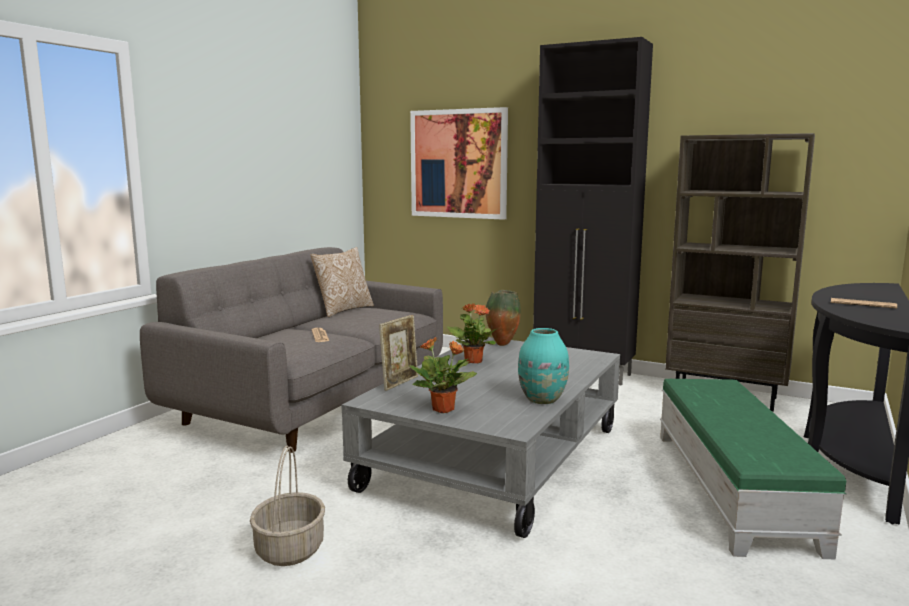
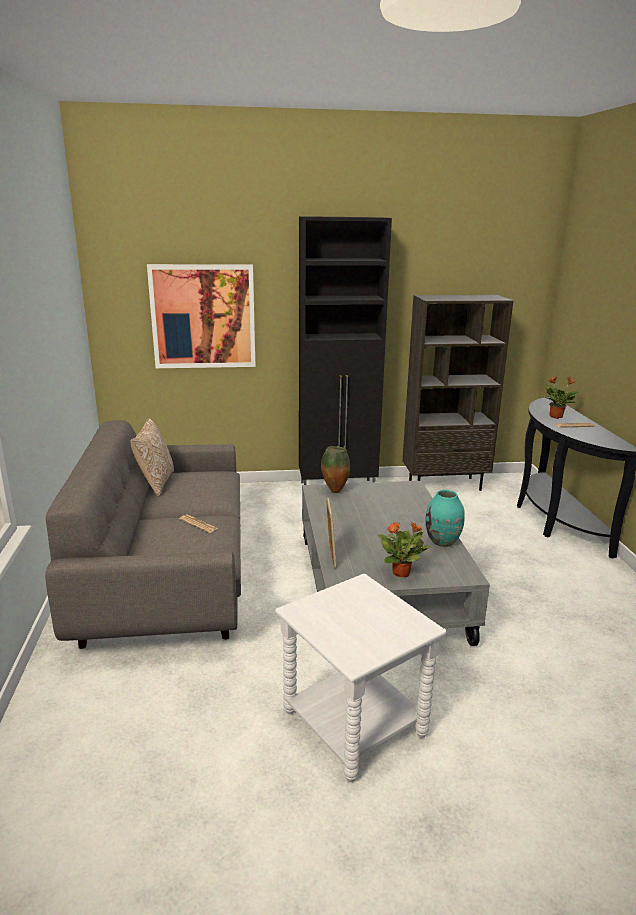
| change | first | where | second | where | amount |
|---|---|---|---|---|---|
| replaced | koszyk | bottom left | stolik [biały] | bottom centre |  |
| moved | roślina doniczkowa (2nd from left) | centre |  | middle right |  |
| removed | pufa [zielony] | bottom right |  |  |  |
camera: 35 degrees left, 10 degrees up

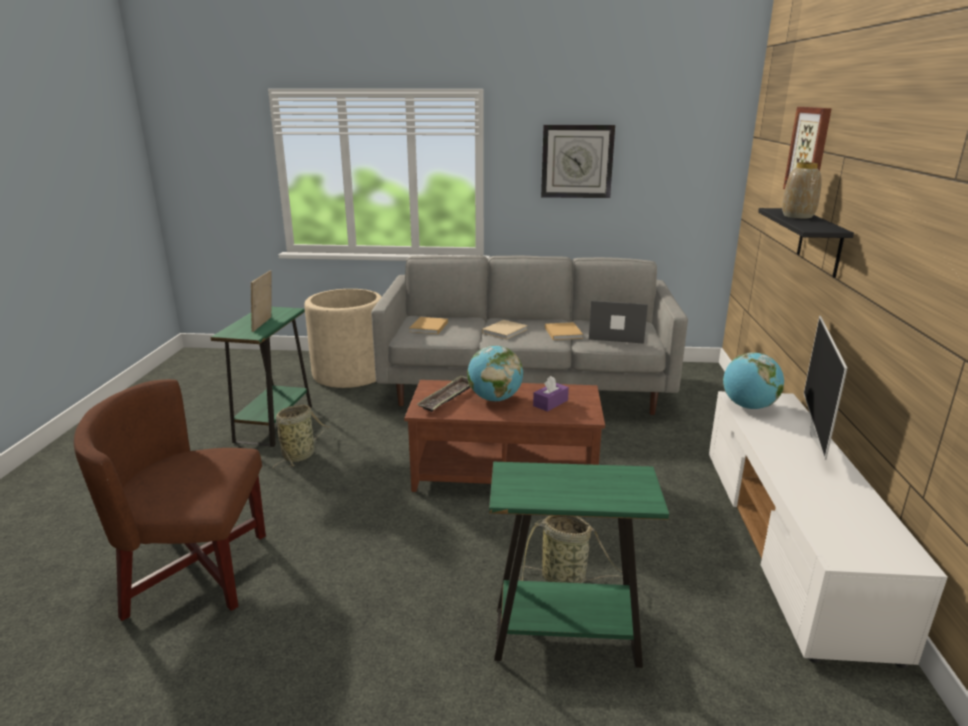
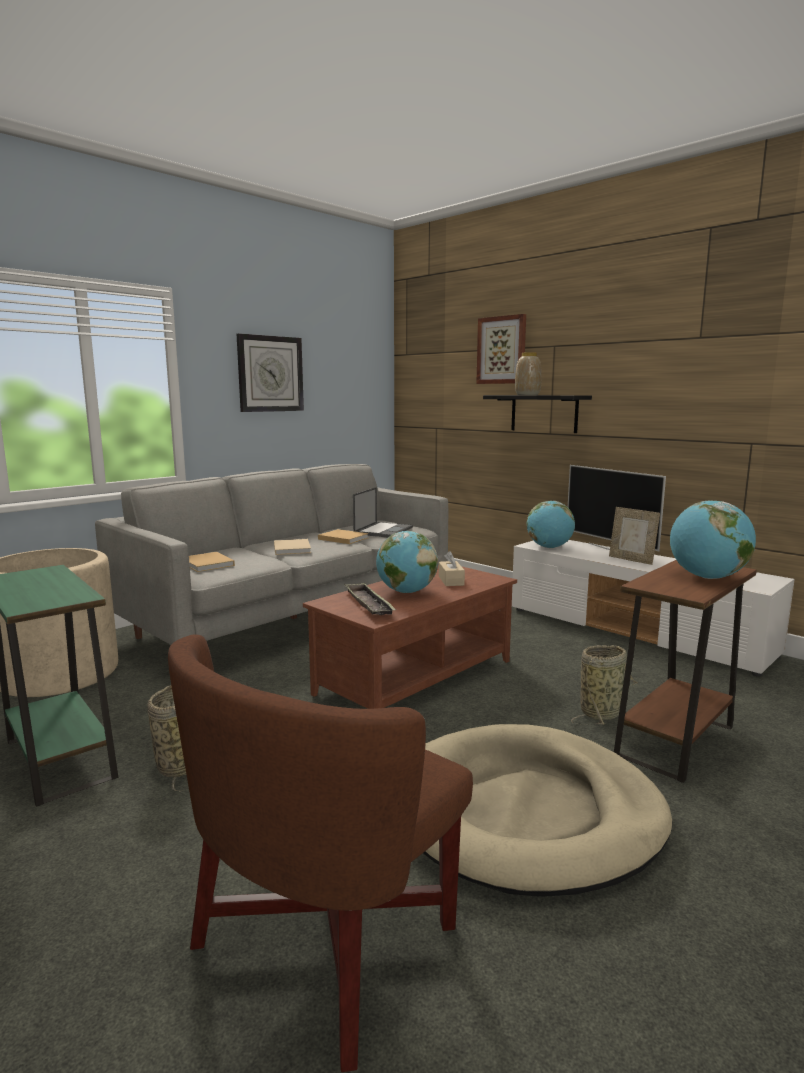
| change | first | where | second | where | amount |
|---|---|---|---|---|---|
| turned | laptop | centre |  | centre | 150 degrees clockwise |
| added |  |  | legowisko [beżowy] | bottom right |  |
| recoloured | pudełko chusteczek [fioletowy] | centre | pudełko chusteczek [beżowy] | centre |  |
| moved | ramka na zdjęcie | middle left |  | middle right |  |
| recoloured | stolik [zielony] (2nd from left) | bottom centre | stolik [brązowy] | middle right |  |
| added |  |  | globus (3rd from left) | middle right |  |
camera: 50 degrees left, 10 degrees down

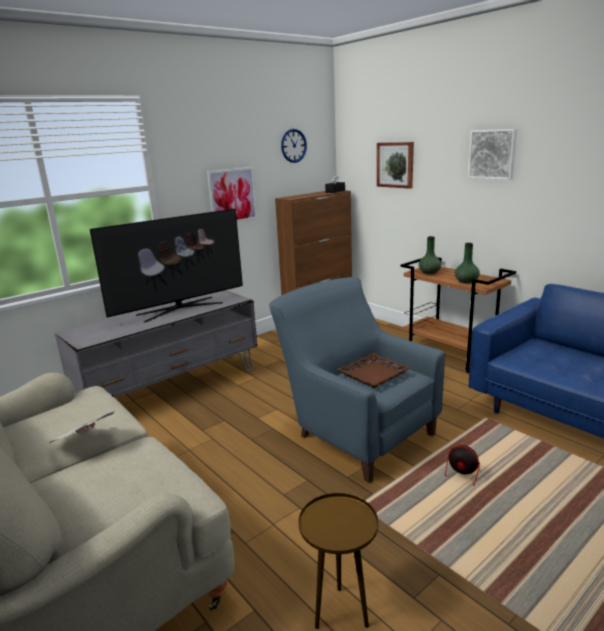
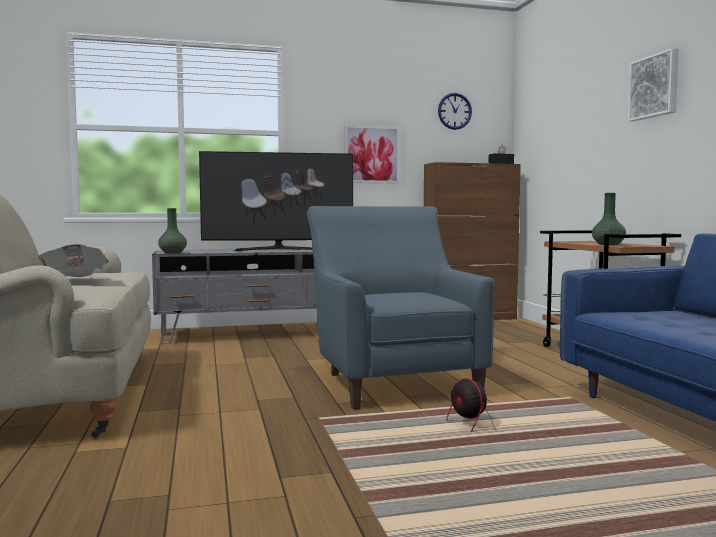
| change | first | where | second | where | amount |
|---|---|---|---|---|---|
| moved | wazon [zielony] (1st from left) | middle right |  | middle left |  |
| removed | stolik [brązowy] | bottom centre |  |  |  |
| removed | taca [brązowy] | centre |  |  |  |
| removed | obraz (2nd from left) | top centre |  |  |  |
camera: 25 degrees right, 15 degrees down

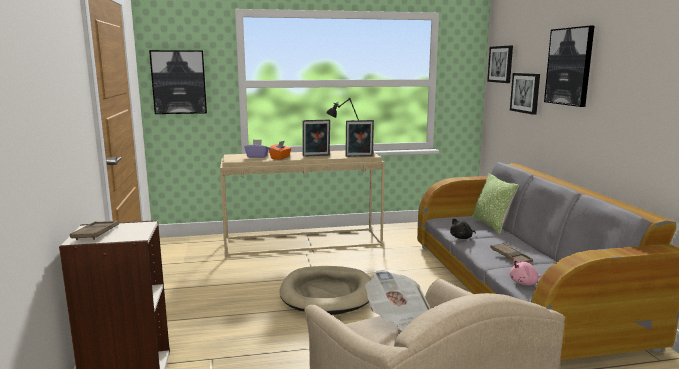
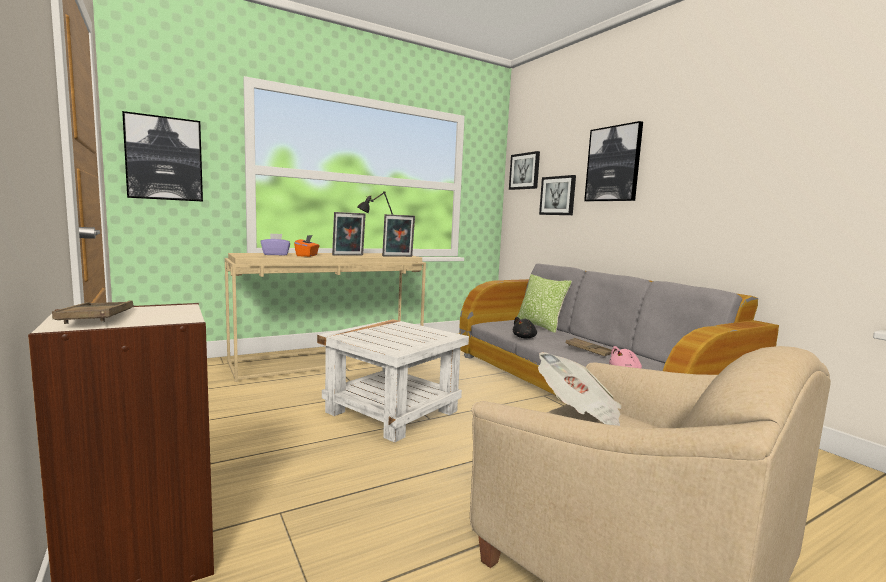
| change | first | where | second | where | amount |
|---|---|---|---|---|---|
| replaced | legowisko [beżowy] | bottom centre | stolik [biały] | centre |  |
camera: 20 degrees left, 5 degrees down

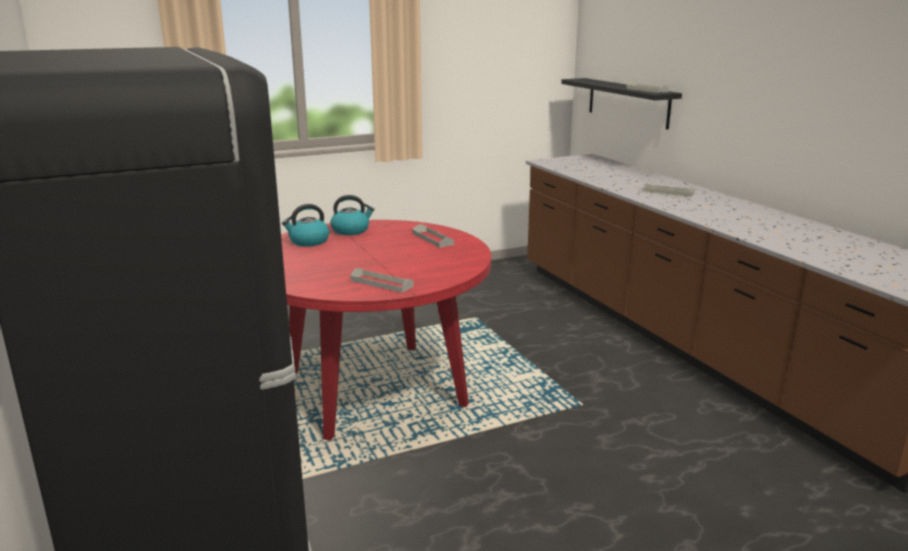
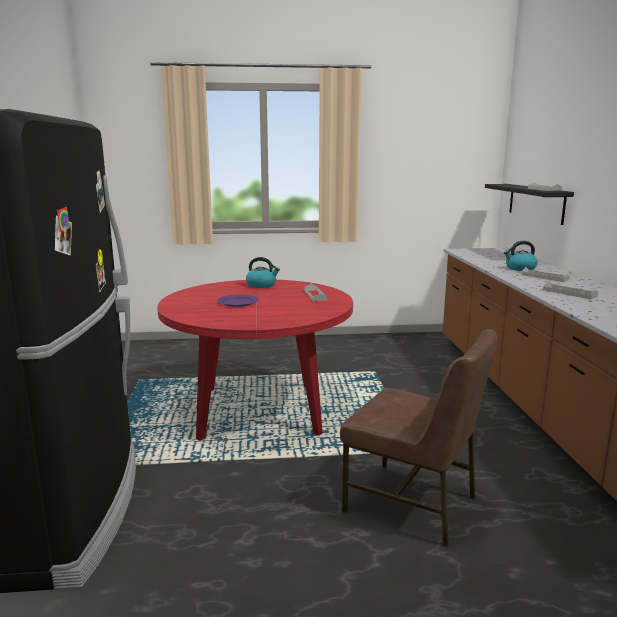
| change | first | where | second | where | amount |
|---|---|---|---|---|---|
| added |  |  | talerz [fioletowy] | centre |  |
| added |  |  | krzesło [brązowy] | bottom right |  |
| moved | czajnik (1st from left in the first image) | centre | czajnik (2nd from left) | middle right |  |
| moved | taca [szary] (1st from left in the first image) | centre | taca [szary] (4th from left) | middle right |  |
camera: 20 degrees right, 5 degrees down

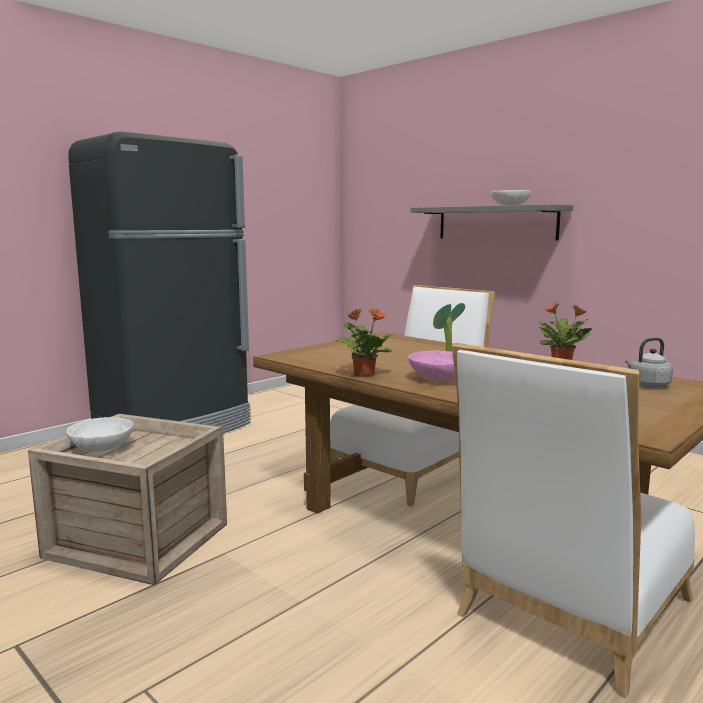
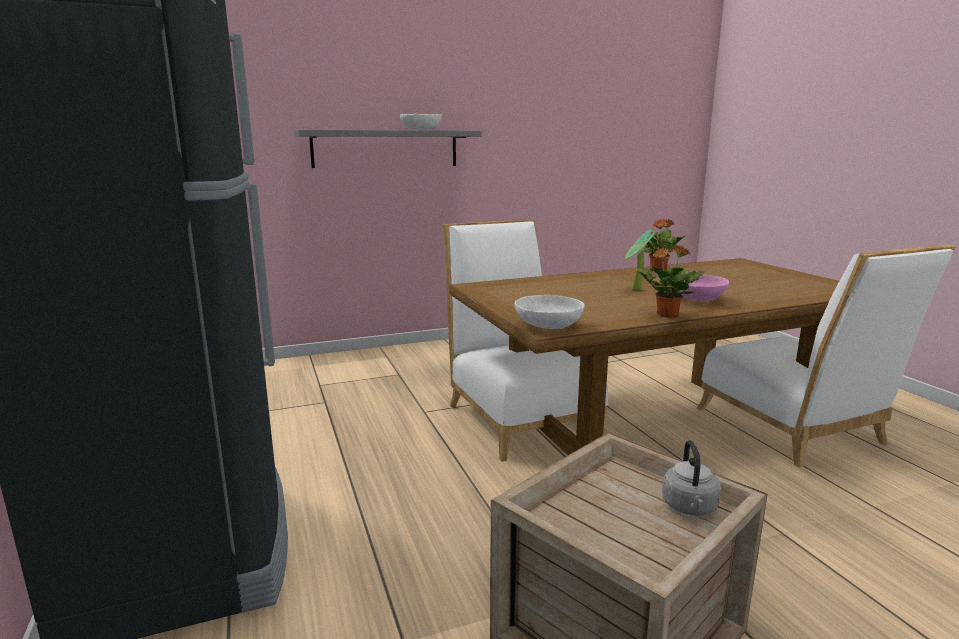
| change | first | where | second | where | amount |
|---|---|---|---|---|---|
| moved | miska [biały] (1st from left in the first image) | middle left | miska [biały] (2nd from left) | centre |  |
| moved | czajnik [szary] | middle right |  | bottom right |  |
camera: 65 degrees left, 5 degrees up

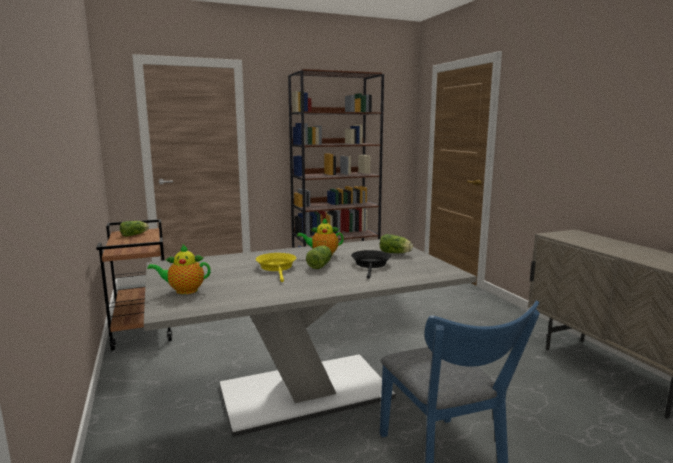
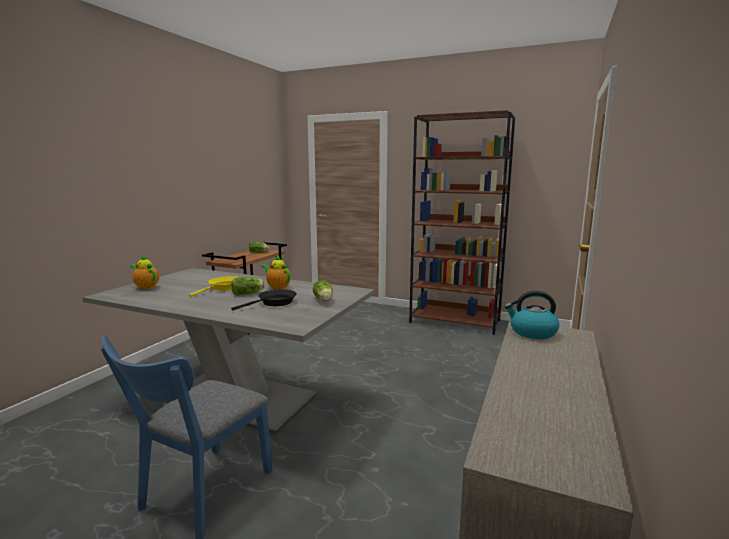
| change | first | where | second | where | amount |
|---|---|---|---|---|---|
| added |  |  | czajnik | middle right |  |
camera: 45 degrees right, 0 degrees up

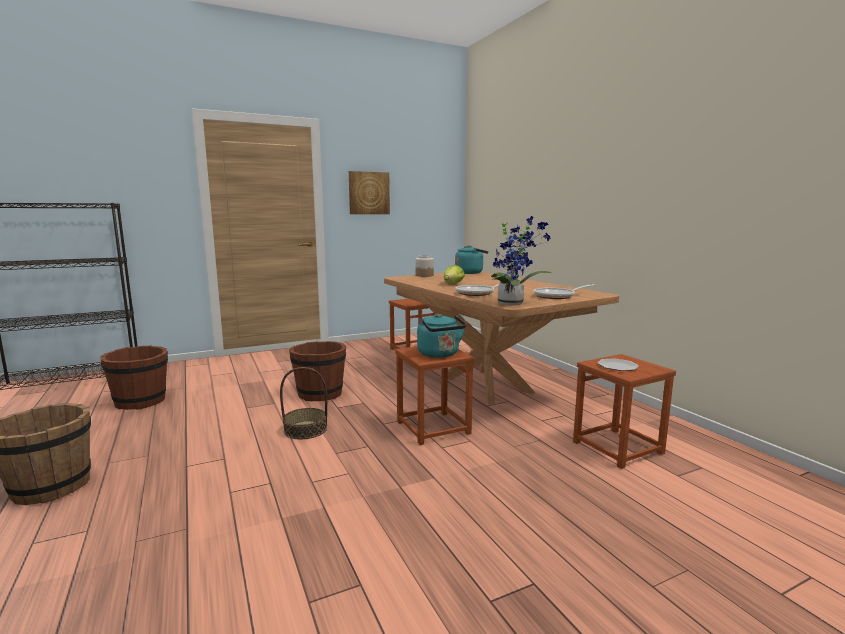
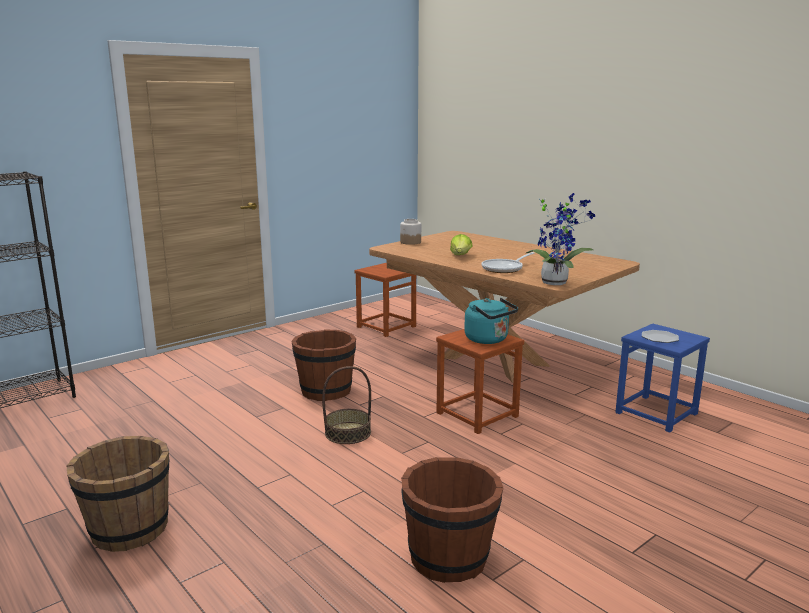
| change | first | where | second | where | amount |
|---|---|---|---|---|---|
| moved | wiadro [brązowy] (2nd from left in the first image) | middle left | wiadro [brązowy] (3rd from left) | bottom centre |  |
| recoloured | stołek [brązowy] (3rd from left) | middle right | stołek [niebieski] | middle right |  |
| removed | obraz | top centre |  |  |  |
| removed | czajnik [turkusowy] (2nd from left) | centre |  |  |  |
| removed | patelnia (2nd from left) | middle right |  |  |  |
camera: 15 degrees left, 5 degrees up

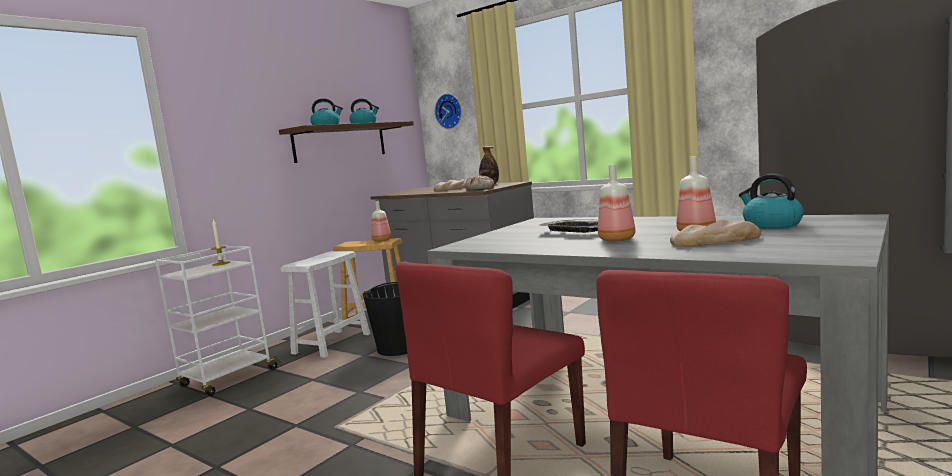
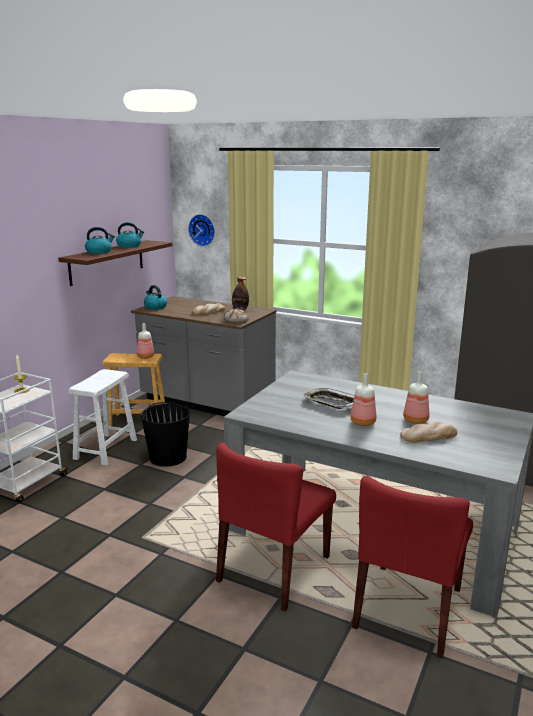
| change | first | where | second | where | amount |
|---|---|---|---|---|---|
| moved | czajnik (3rd from left) | middle right |  | middle left |  |
camera: 10 degrees left, 10 degrees up

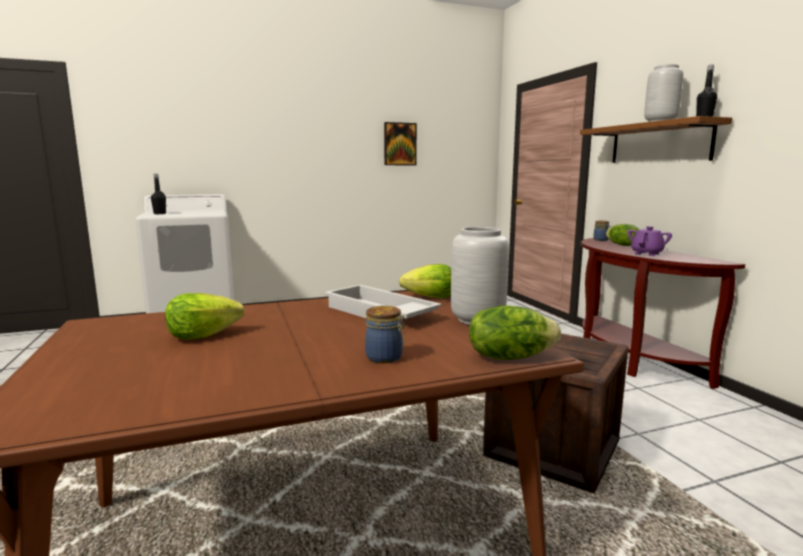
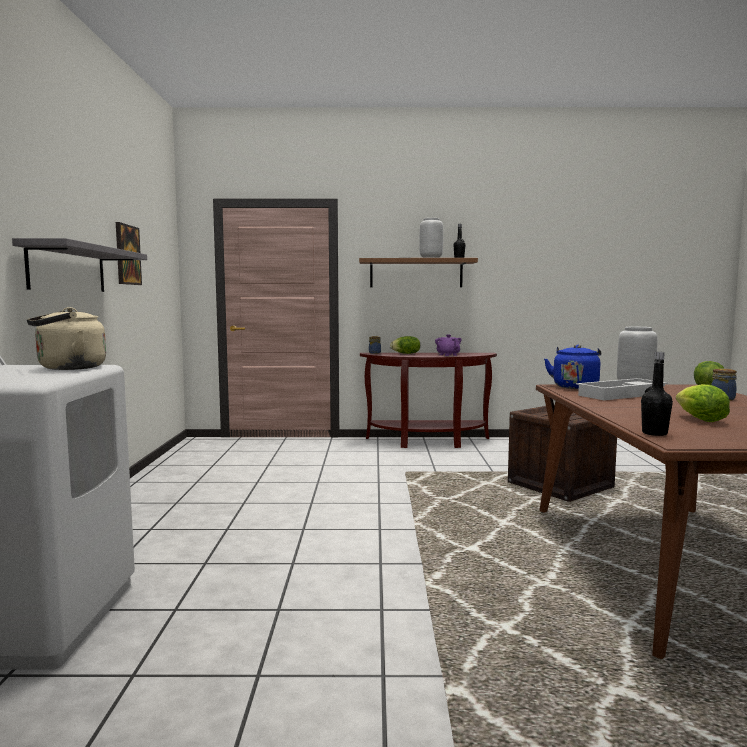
| change | first | where | second | where | amount |
|---|---|---|---|---|---|
| added |  |  | półka [szary] | middle left |  |
| added |  |  | czajnik [beżowy] | middle left |  |
| replaced | sałata (2nd from left) | centre | czajnik [niebieski] | middle right |  |
| moved | butelka [czarny] (1st from left in the first image) | middle left | butelka [czarny] (2nd from left) | middle right |  |
camera: 70 degrees left, 5 degrees down

